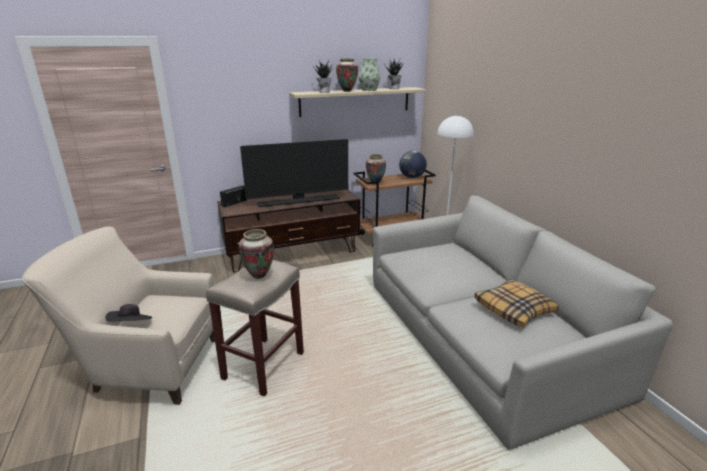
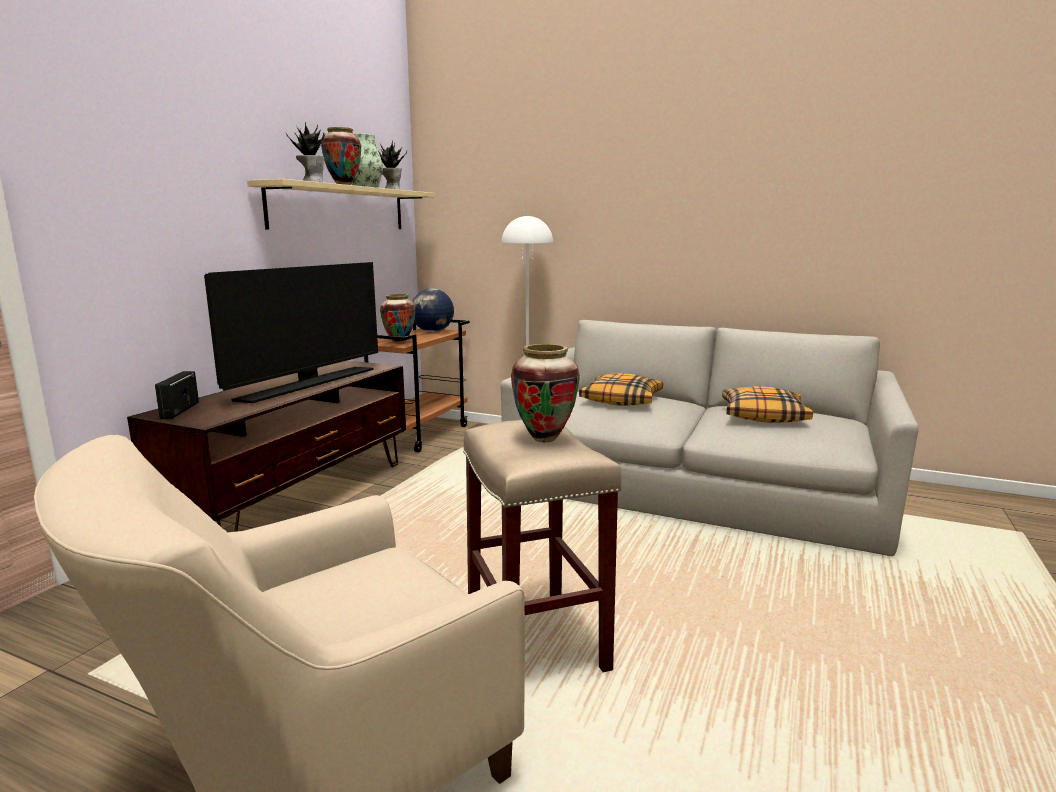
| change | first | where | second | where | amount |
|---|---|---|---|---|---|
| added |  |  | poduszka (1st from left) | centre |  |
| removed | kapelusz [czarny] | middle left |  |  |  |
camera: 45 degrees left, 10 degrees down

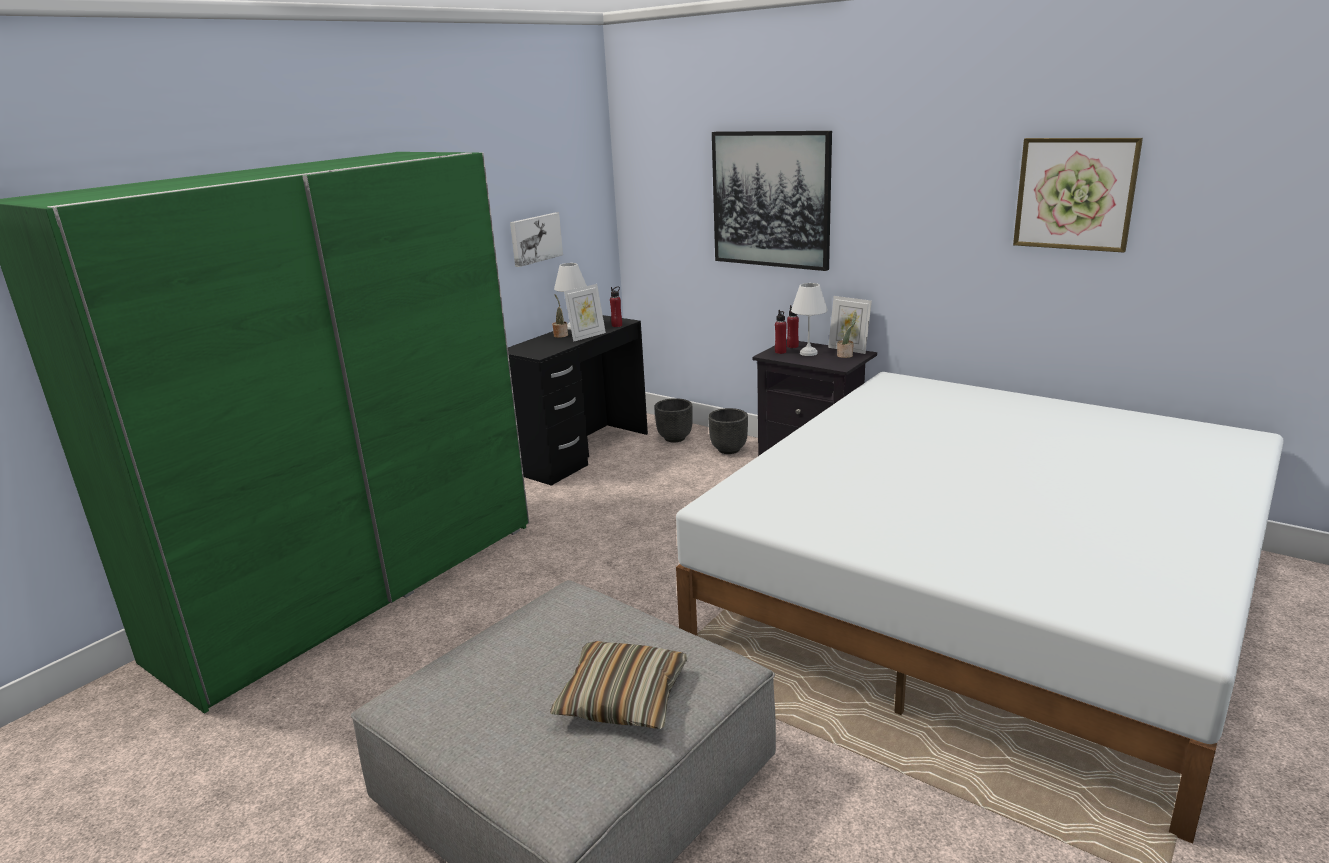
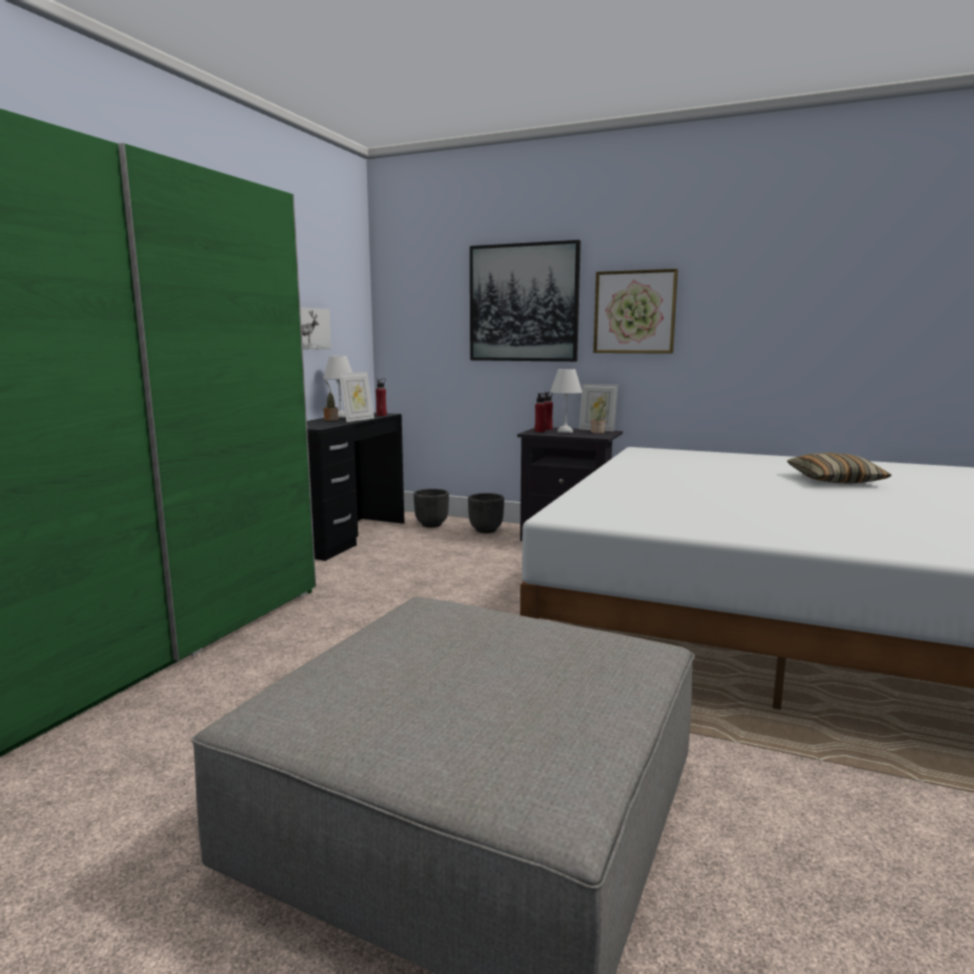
| change | first | where | second | where | amount |
|---|---|---|---|---|---|
| moved | obraz (3rd from left) | top right |  | top centre |  |
| moved | poduszka | bottom centre |  | middle right |  |
camera: 15 degrees left, 10 degrees down

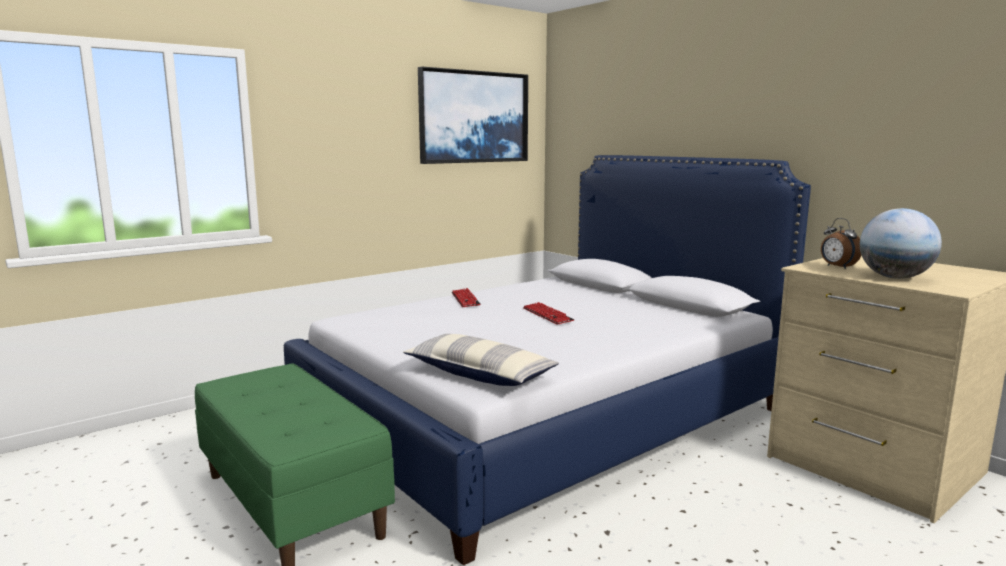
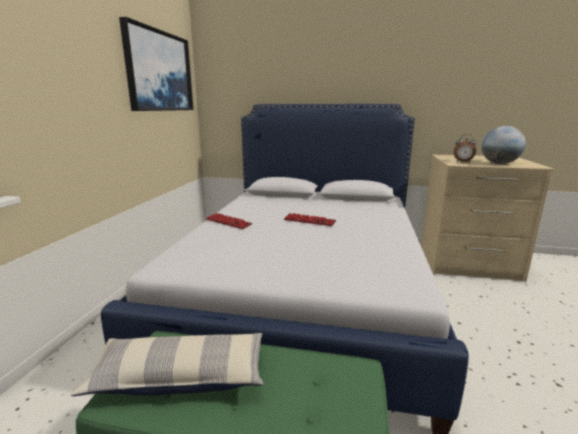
| change | first | where | second | where | amount |
|---|---|---|---|---|---|
| moved | poduszka | centre |  | bottom left |  |
camera: 40 degrees left, 5 degrees up

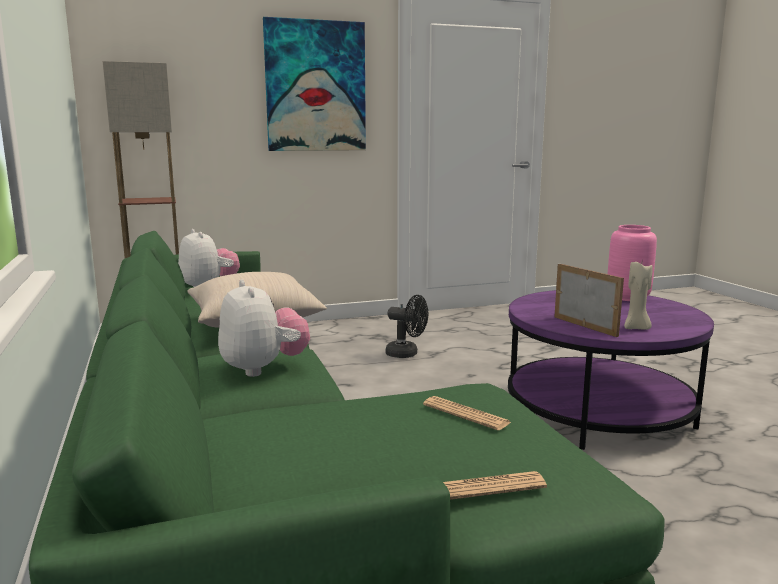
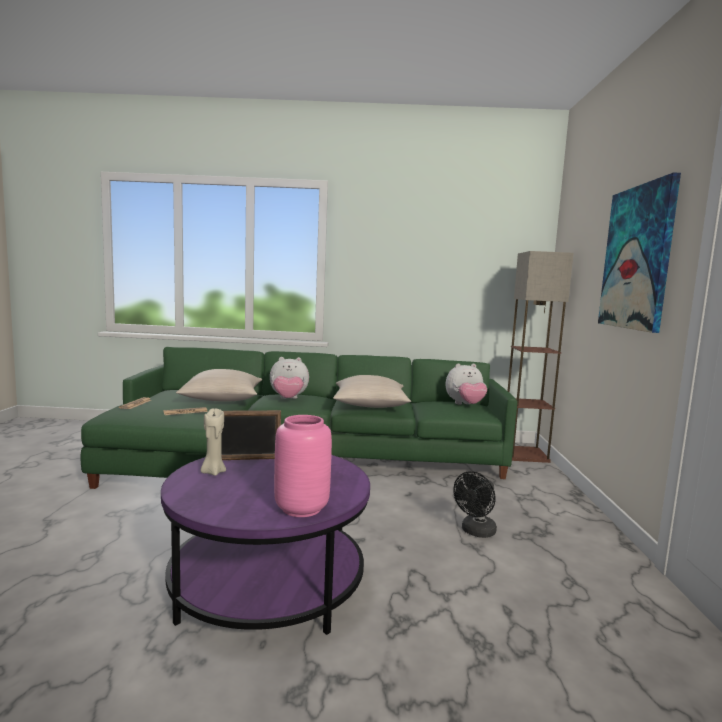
| change | first | where | second | where | amount |
|---|---|---|---|---|---|
| added |  |  | poduszka [beżowy] (1st from left) | middle left |  |
camera: 110 degrees right, 5 degrees down

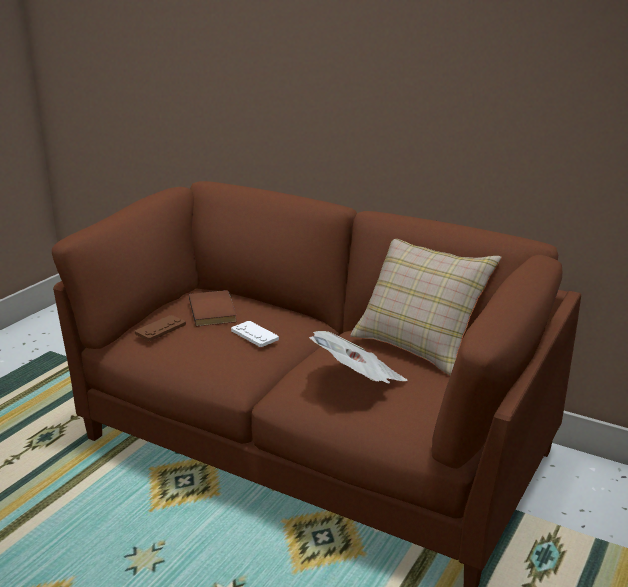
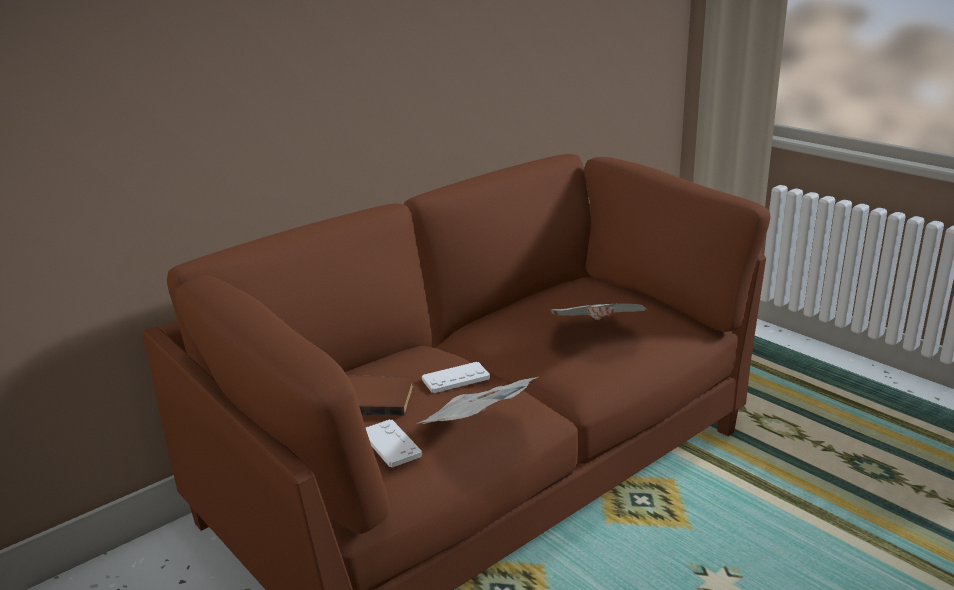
| change | first | where | second | where | amount |
|---|---|---|---|---|---|
| recoloured | pad do gier [brązowy] | middle left | pad do gier [biały] (1st from left) | bottom centre |  |
| added |  |  | gazeta (1st from left) | bottom centre |  |
| removed | poduszka [beżowy] | middle right |  |  |  |
camera: 70 degrees left, 0 degrees up

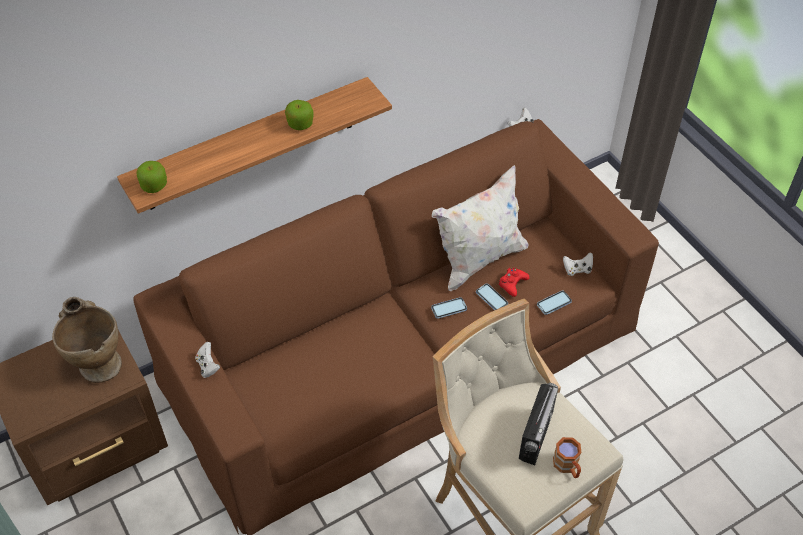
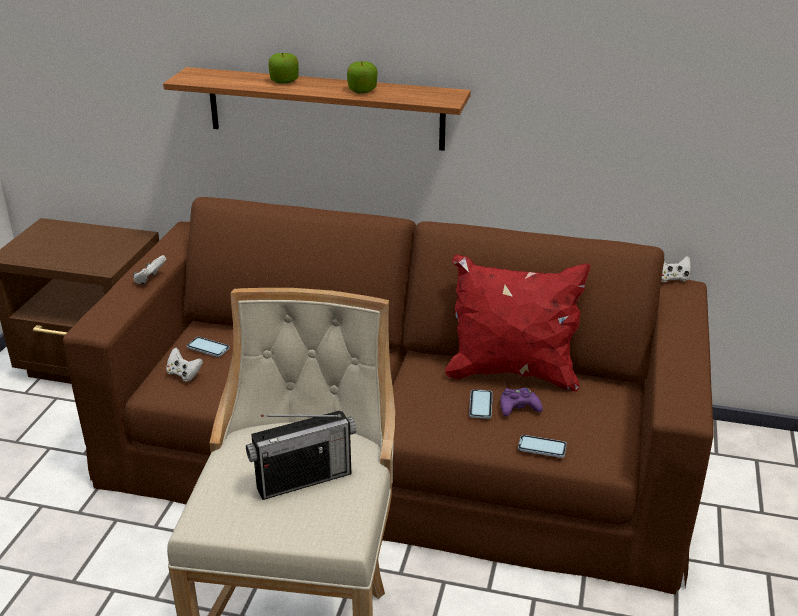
| change | first | where | second | where | amount |
|---|---|---|---|---|---|
| moved | pad do gier [biały] (3rd from left in the first image) | middle right | pad do gier [biały] (2nd from left) | middle left |  |
| moved | telefon (1st from left) | centre |  | middle left |  |
| moved | jabłko (1st from left) | top left |  | top centre |  |
| recoloured | poduszka [biały] | centre | poduszka [czerwony] | centre |  |
| recoloured | pad do gier [czerwony] | centre | pad do gier [fioletowy] | centre |  |
| removed | wazon [beżowy] | middle left |  |  |  |
| removed | kubek [brązowy] | bottom right |  |  |  |
camera: 45 degrees right, 20 degrees down

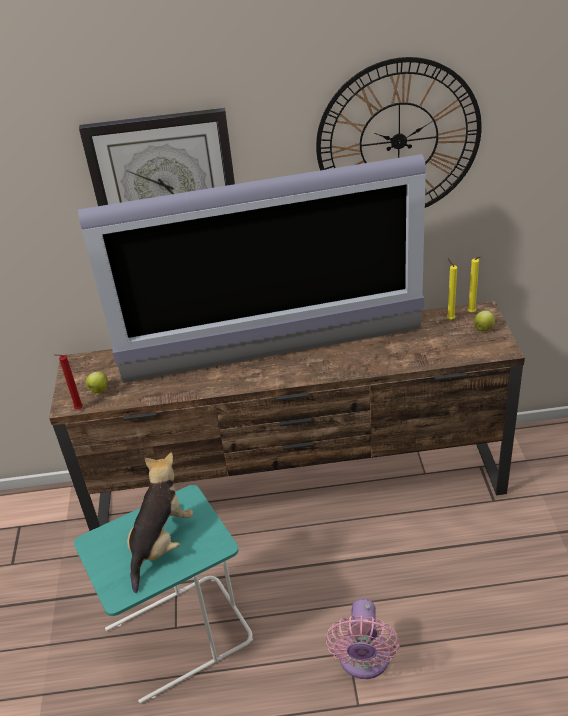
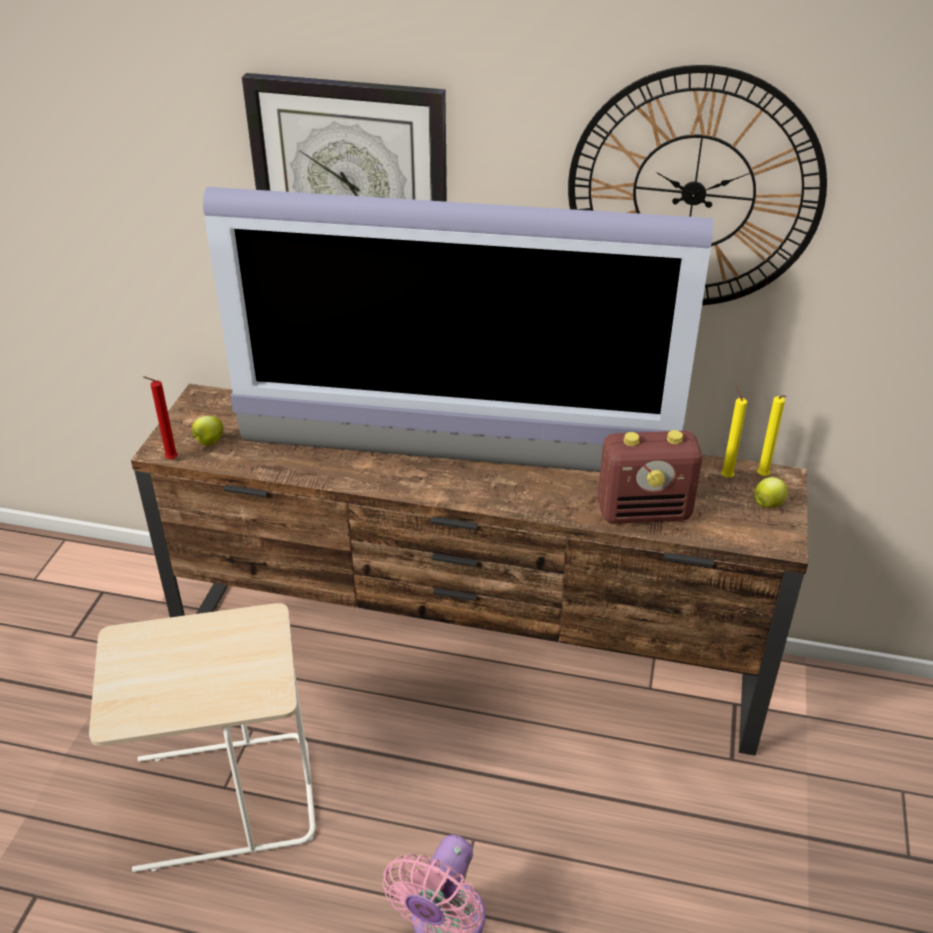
| change | first | where | second | where | amount |
|---|---|---|---|---|---|
| recoloured | stolik [turkusowy] | bottom left | stolik [beżowy] | bottom left |  |
| added |  |  | radio | middle right |  |
| removed | pluszak | bottom left |  |  |  |
camera: 15 degrees right, 0 degrees up

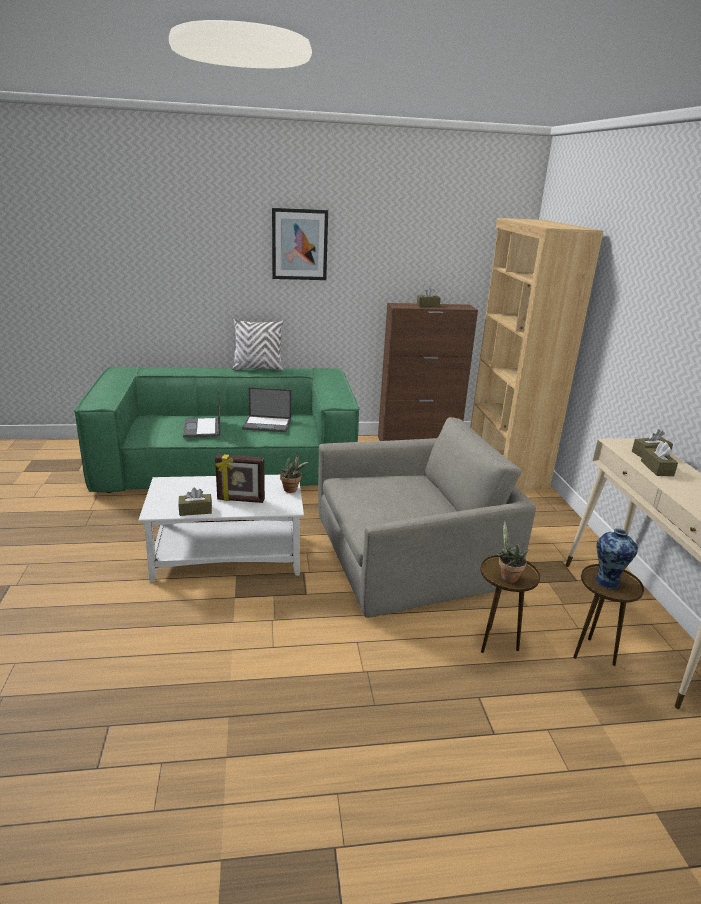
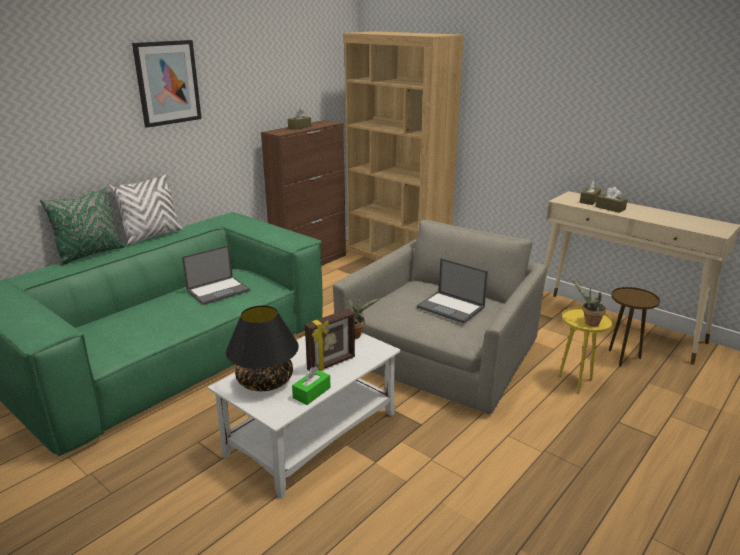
| change | first | where | second | where | amount |
|---|---|---|---|---|---|
| added |  |  | poduszka [zielony] | middle left |  |
| added |  |  | lampa stołowa [czarny] | centre |  |
| recoloured | pudełko chusteczek [brązowy] (1st from left) | middle left | pudełko chusteczek [zielony] | bottom centre |  |
| moved | laptop (1st from left in the first image) | middle left | laptop (2nd from left) | centre |  |
| recoloured | stolik [brązowy] (1st from left) | bottom right | stolik [żółty] | middle right |  |
| removed | wazon | middle right |  |  |  |
camera: 40 degrees left, 0 degrees up

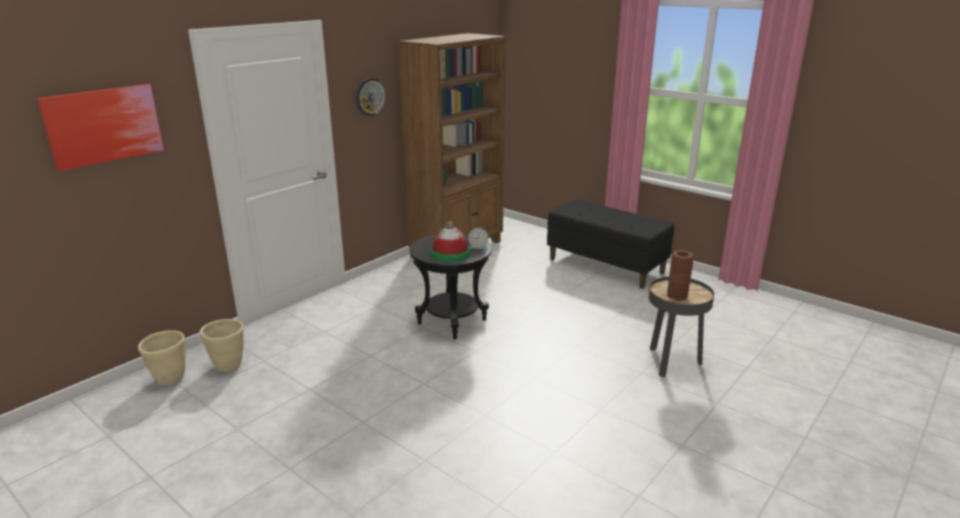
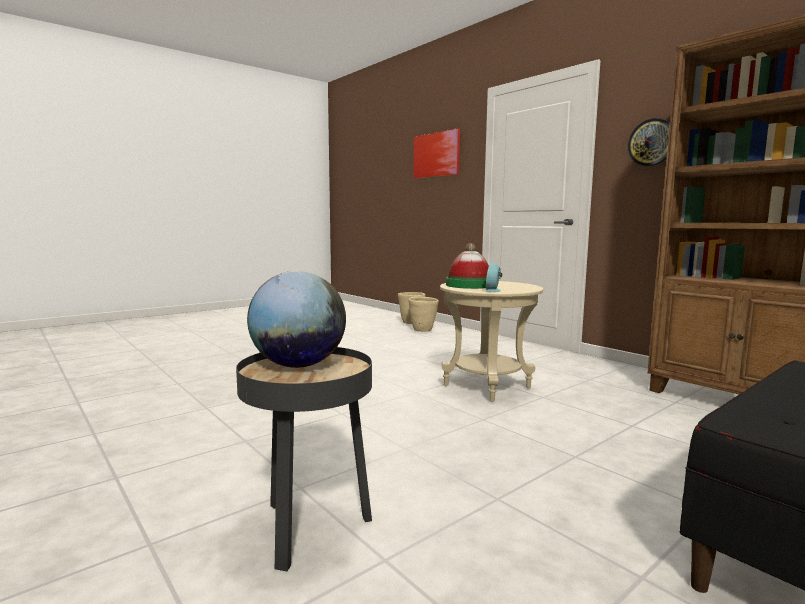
| change | first | where | second | where | amount |
|---|---|---|---|---|---|
| replaced | wazon [brązowy] | middle right | globus | centre |  |
| recoloured | stolik [czarny] (1st from left) | centre | stolik [beżowy] | centre |  |
camera: 100 degrees right, 15 degrees down

